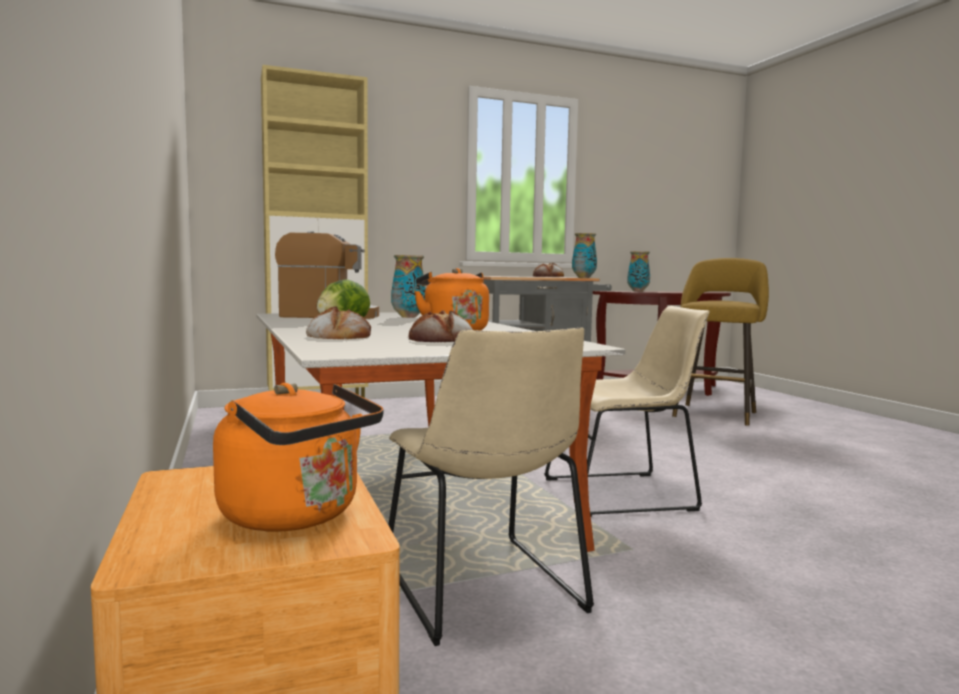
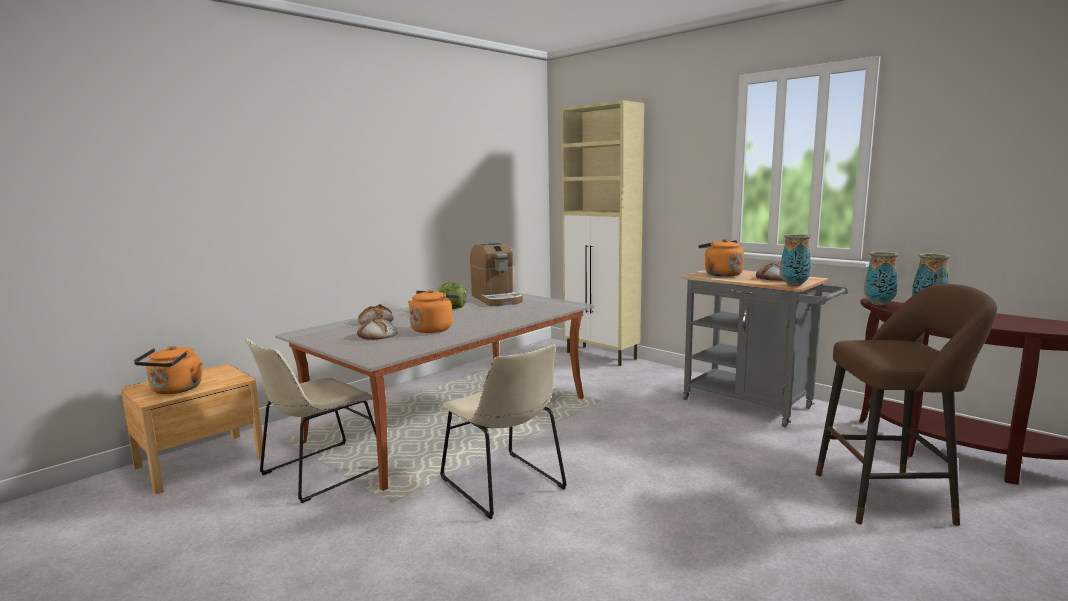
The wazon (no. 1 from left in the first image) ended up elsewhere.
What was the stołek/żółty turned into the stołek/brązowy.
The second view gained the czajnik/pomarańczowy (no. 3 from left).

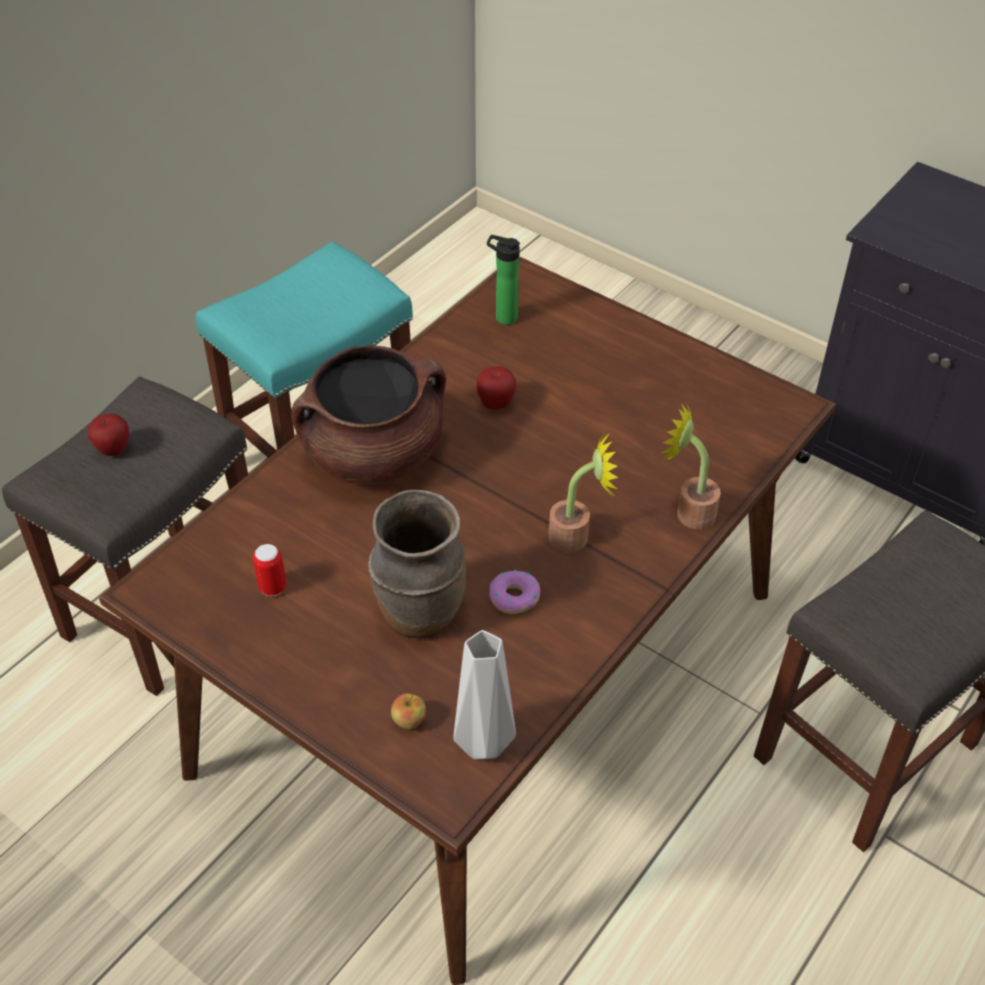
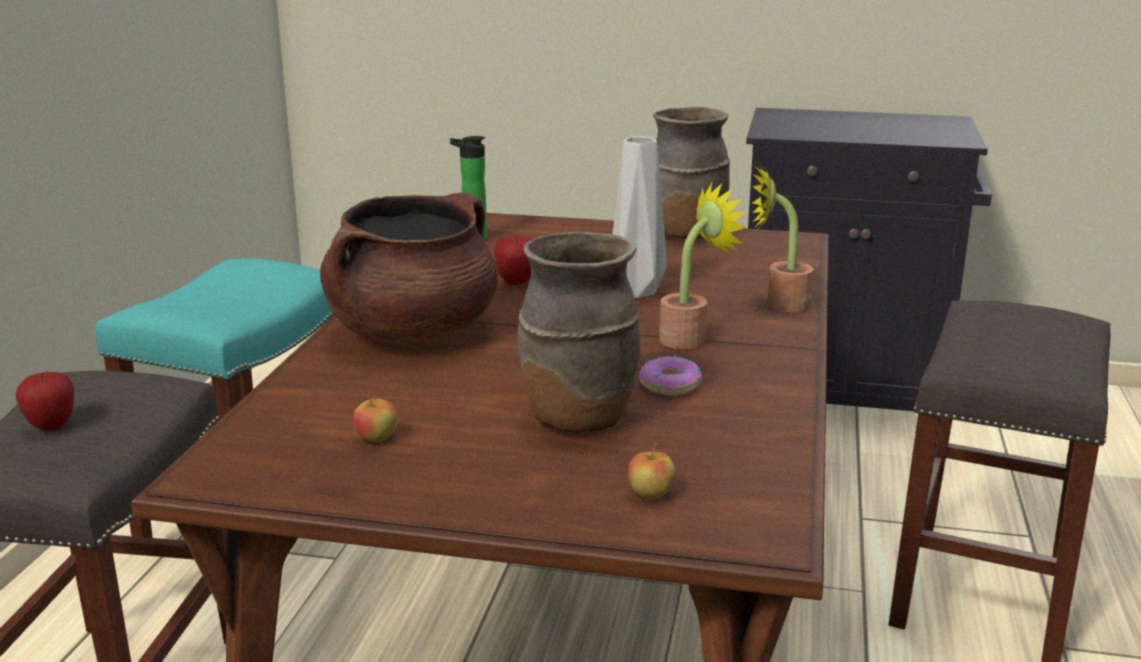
Where the puszka stood, the jabłko (no. 2 from left) came to stand.
The wazon/szary ended up elsewhere.
The second view gained the wazon/brązowy (no. 2 from left).

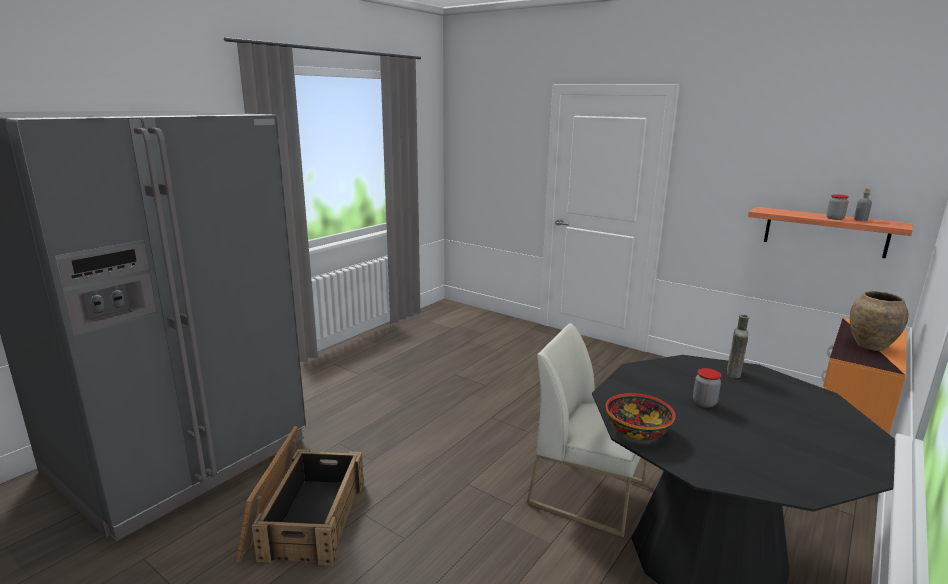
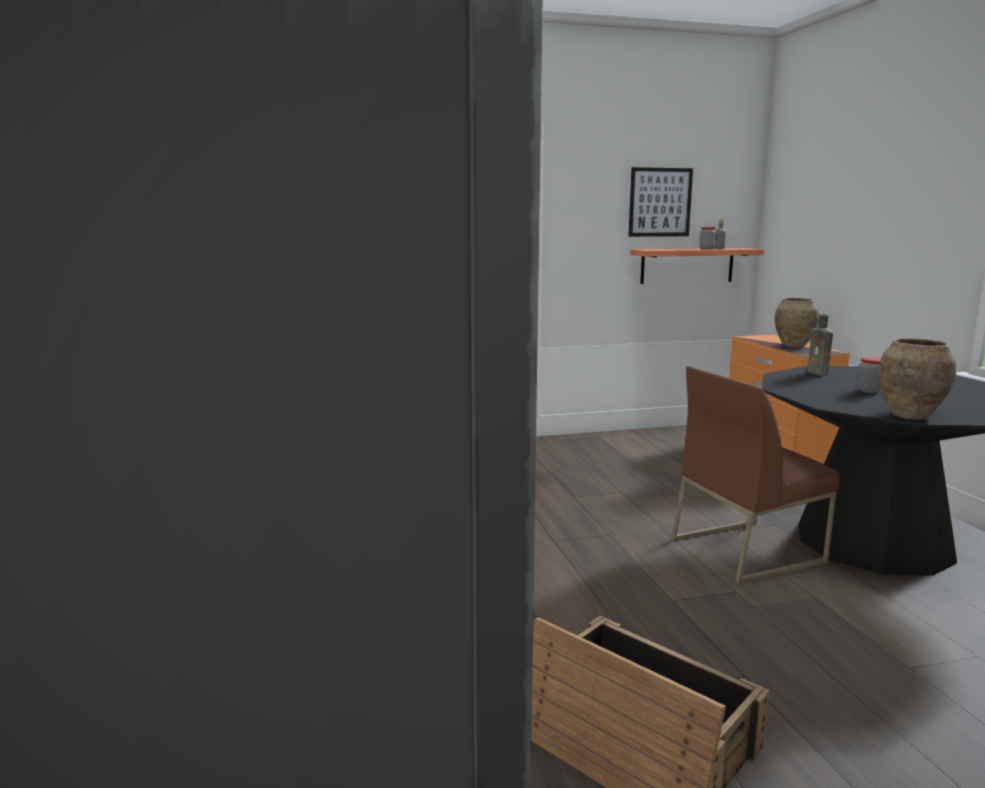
What was the krzesło/biały turned into the krzesło/brązowy.
Where the miska stood, the wazon/brązowy (no. 2 from left) came to stand.
The second view gained the obraz.

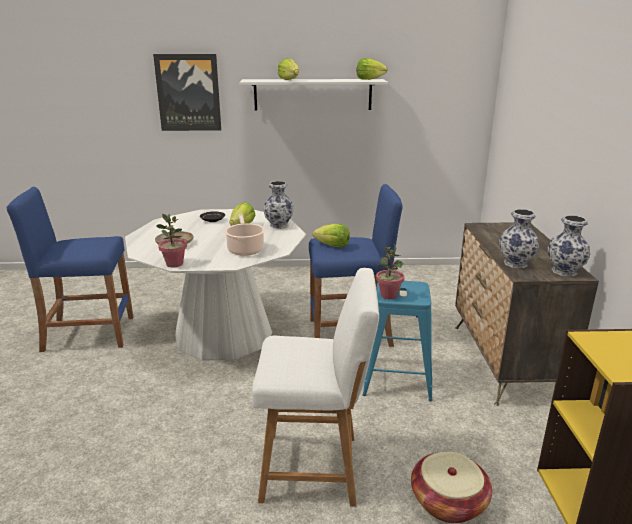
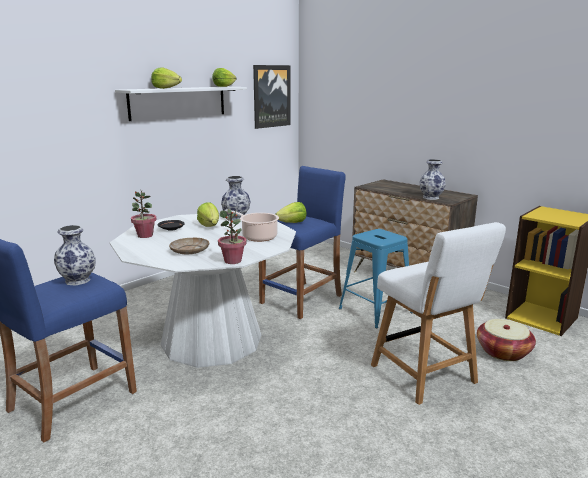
The obraz ended up elsewhere.
The wazon (no. 3 from left in the first image) ended up elsewhere.
The roślina doniczkowa (no. 2 from left in the first image) ended up elsewhere.
The krzesło/biały ended up facing another way, 105 degrees clockwise from before.

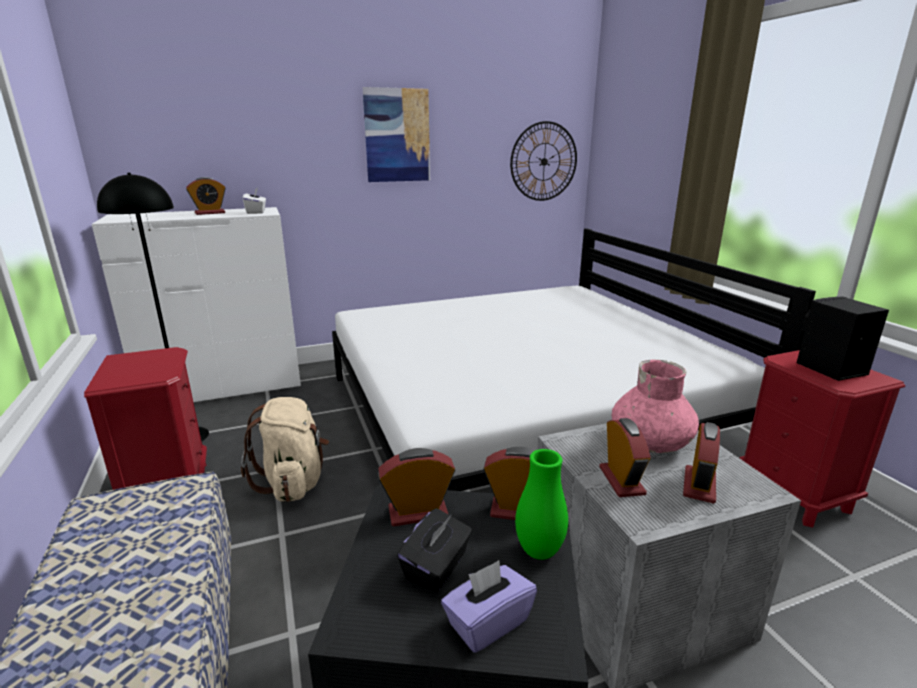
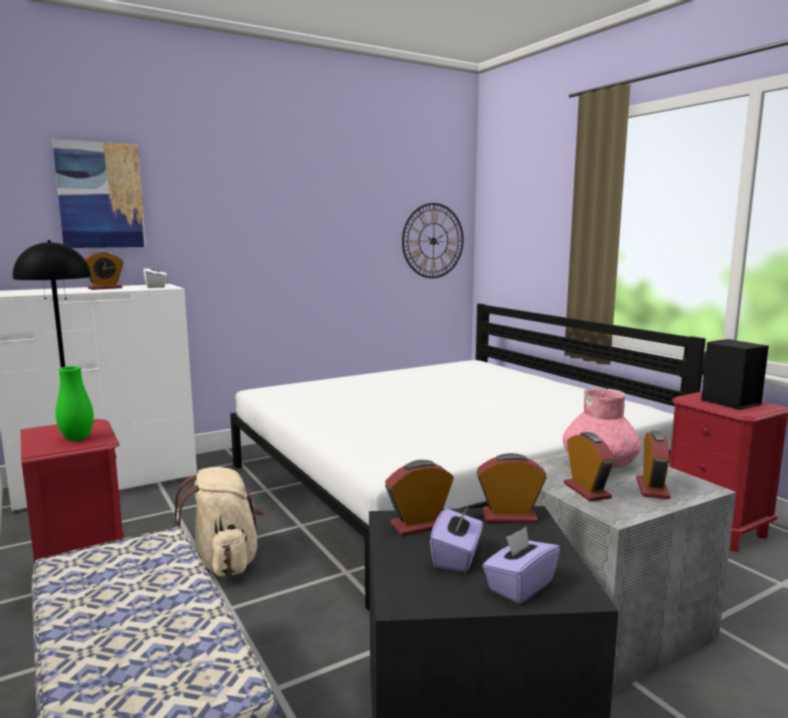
The obraz ended up elsewhere.
The wazon/zielony ended up elsewhere.
What was the pudełko chusteczek/czarny turned into the pudełko chusteczek/fioletowy (no. 1 from left).

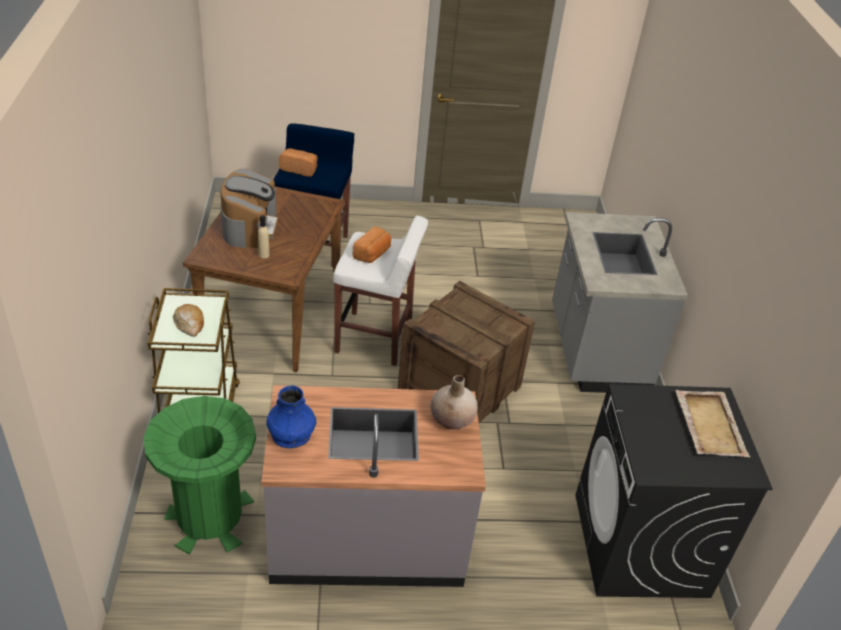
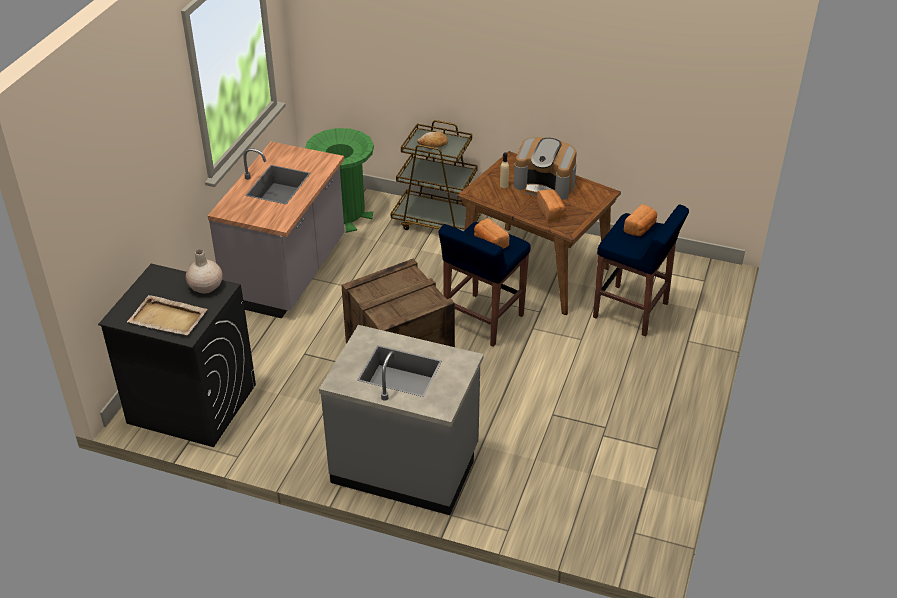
What was the stołek/biały turned into the stołek/niebieski (no. 1 from left).
The wazon/beżowy ended up elsewhere.
The second view lost the wazon/niebieski.
The second view gained the chleb (no. 3 from left).

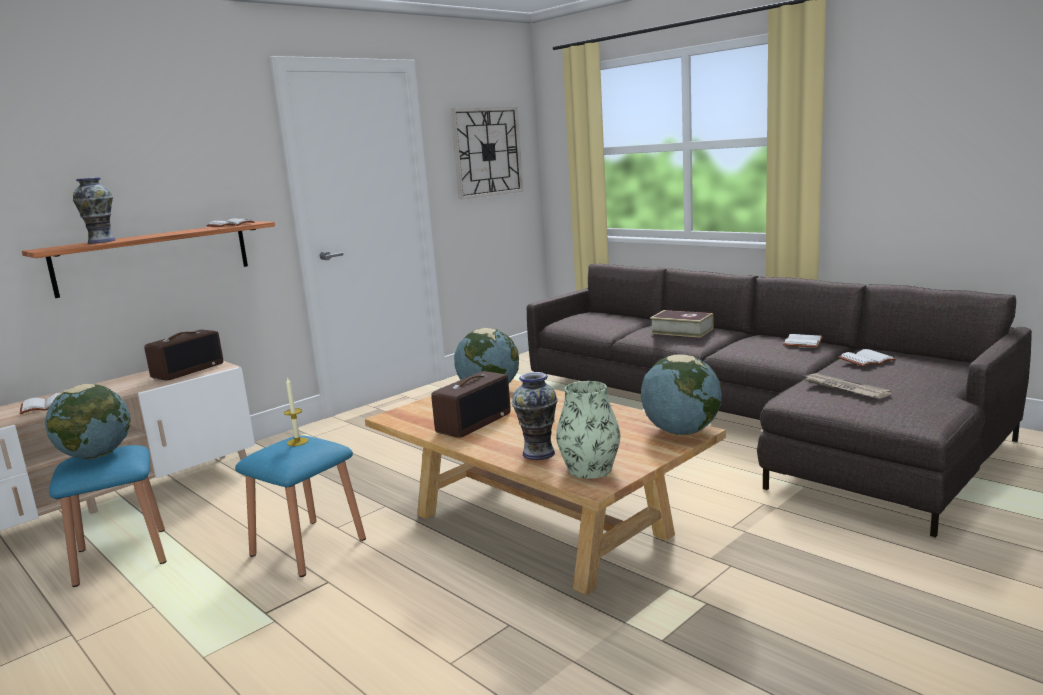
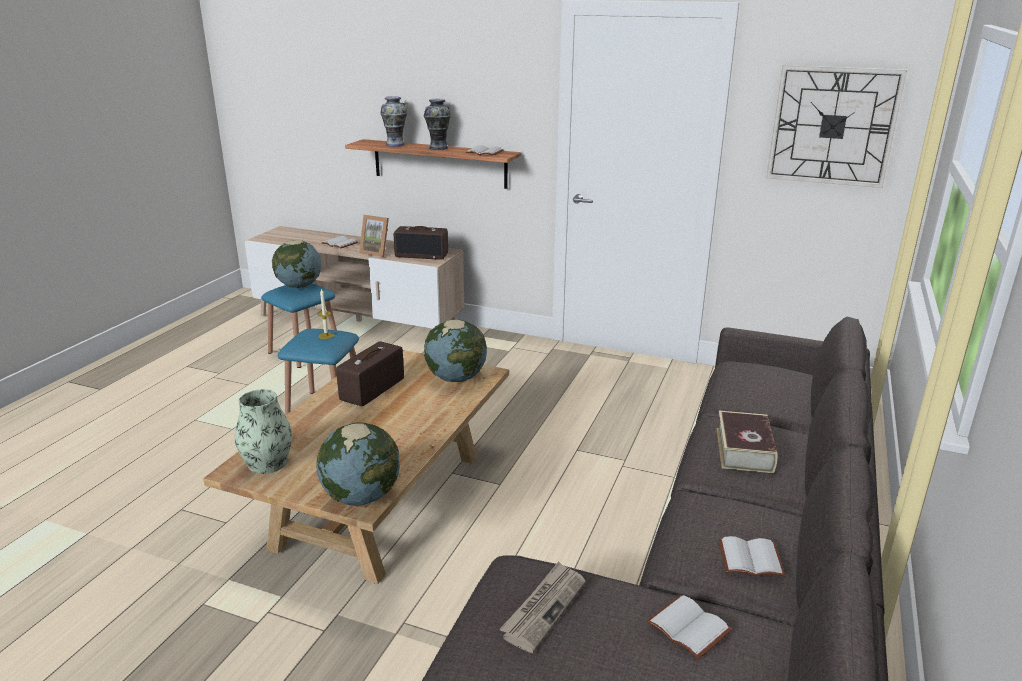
The radio (no. 2 from left in the first image) ended up facing another way, 105 degrees clockwise from before.
The wazon (no. 2 from left in the first image) ended up elsewhere.
The second view gained the ramka na zdjęcie.

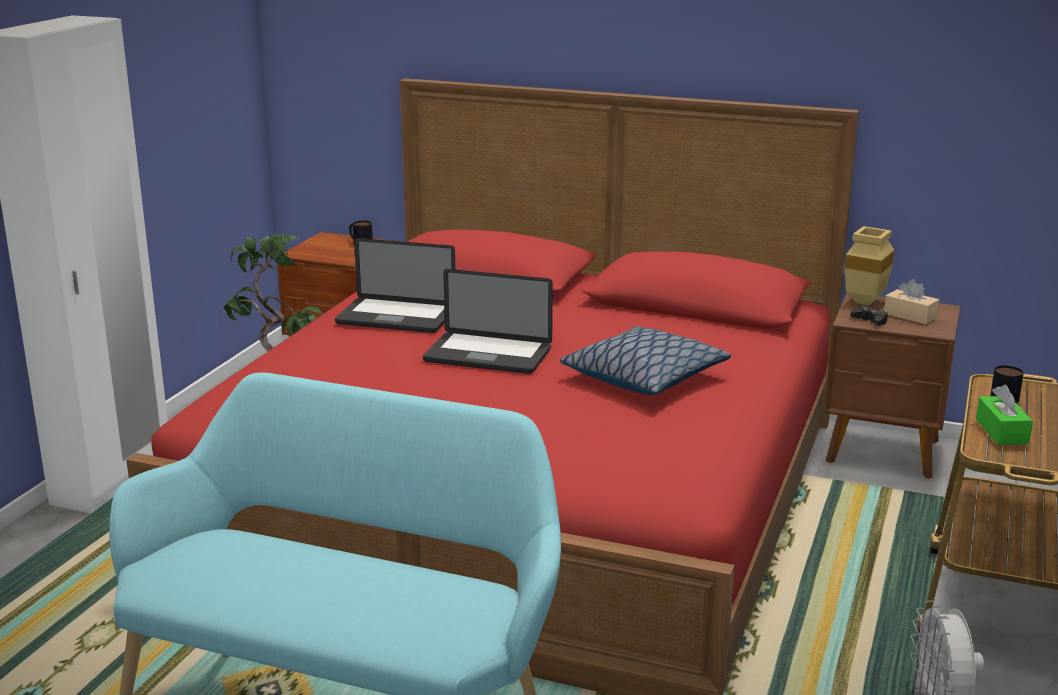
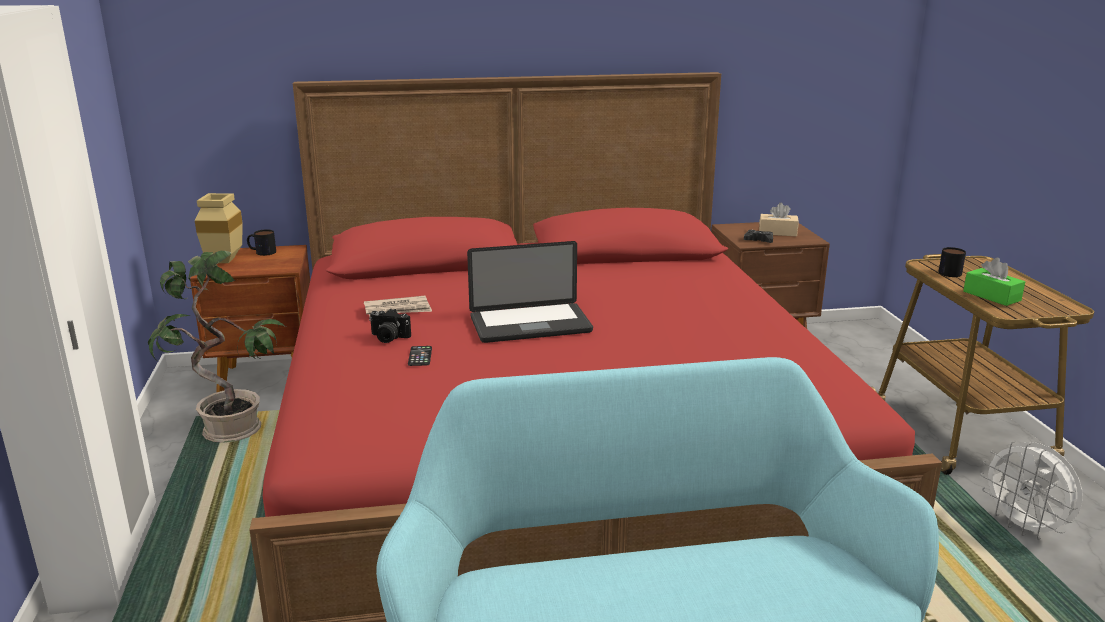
The wazon/beżowy ended up elsewhere.
Where the laptop (no. 1 from left) stood, the gazeta came to stand.
The second view lost the poduszka.
The second view gained the aparat fotograficzny.
The second view gained the telefon.

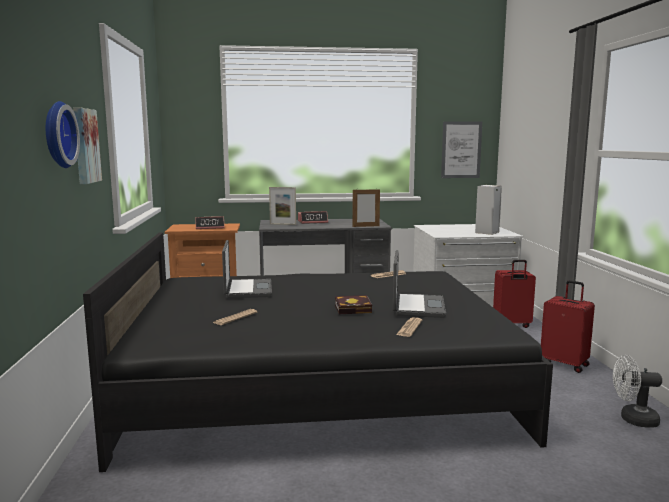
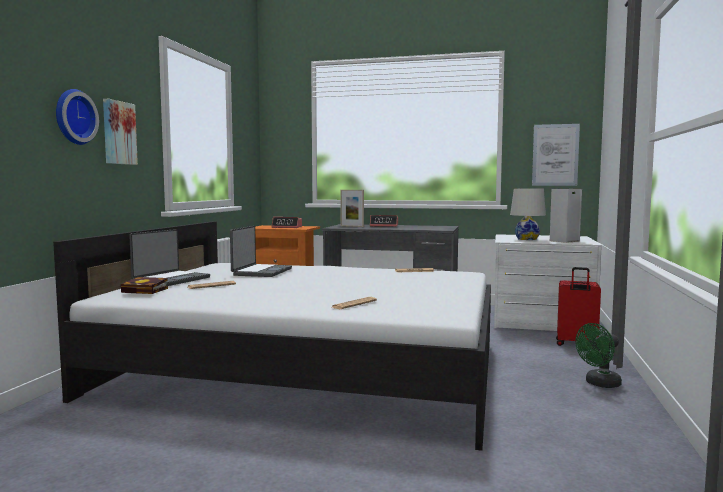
The second view lost the ramka na zdjęcie (no. 2 from left).
What was the łóżko/czarny turned into the łóżko/biały.
The laptop (no. 2 from left in the first image) ended up elsewhere.
Where the walizka/czerwony (no. 2 from left) stood, the wentylator/zielony came to stand.
The książka ended up elsewhere.
The second view lost the wentylator/biały.
The second view gained the lampa stołowa/biały.

